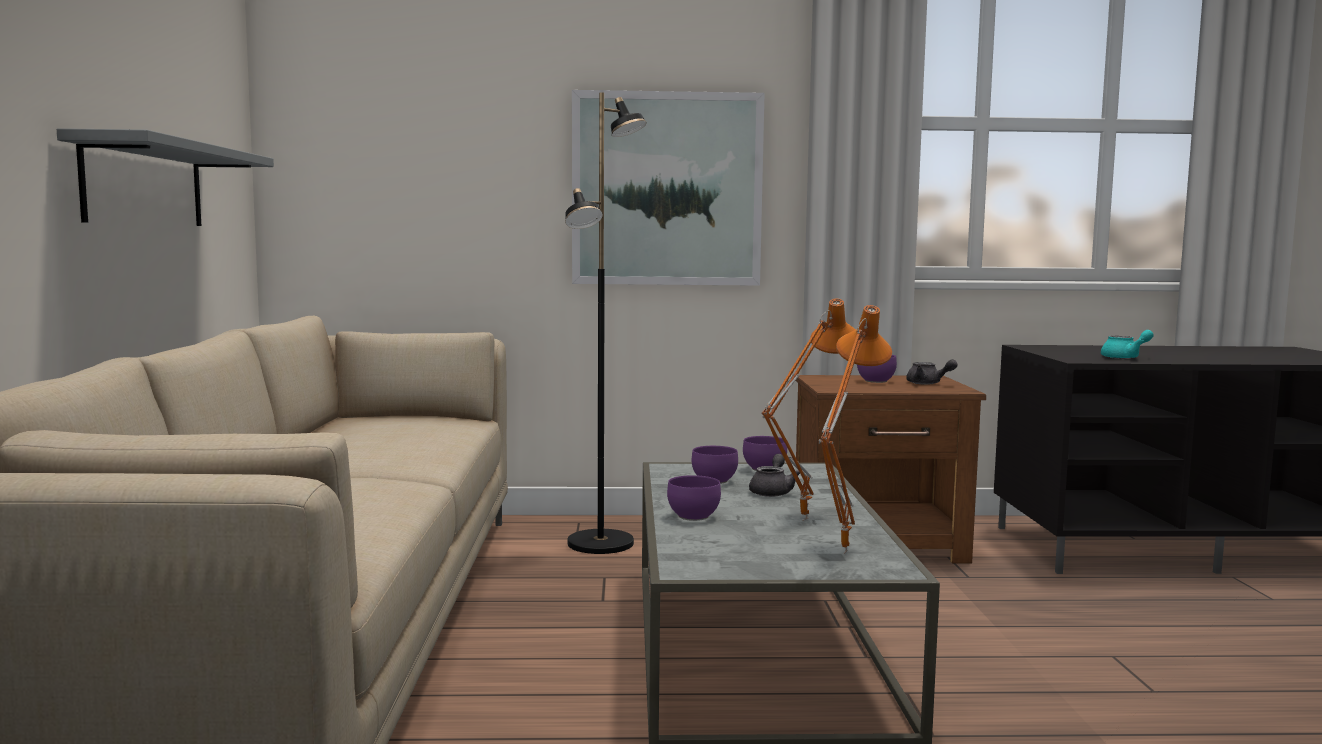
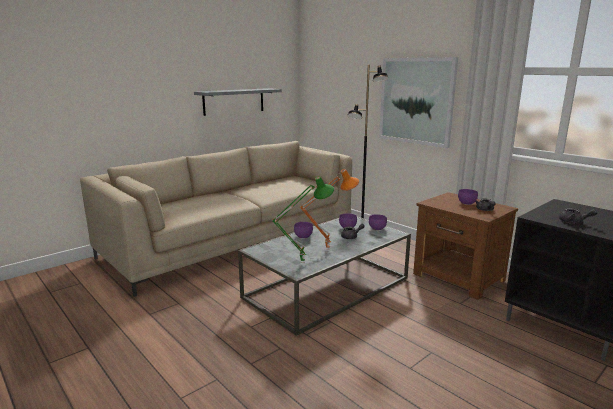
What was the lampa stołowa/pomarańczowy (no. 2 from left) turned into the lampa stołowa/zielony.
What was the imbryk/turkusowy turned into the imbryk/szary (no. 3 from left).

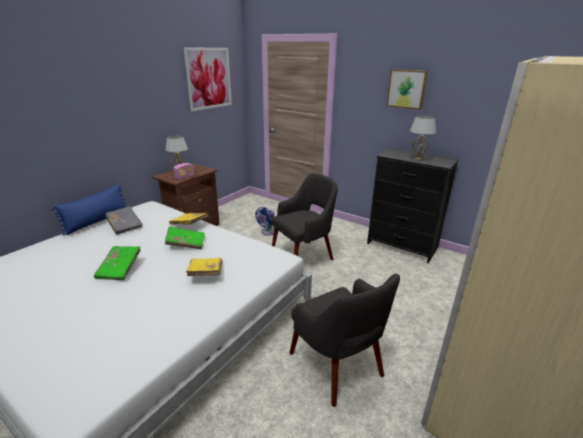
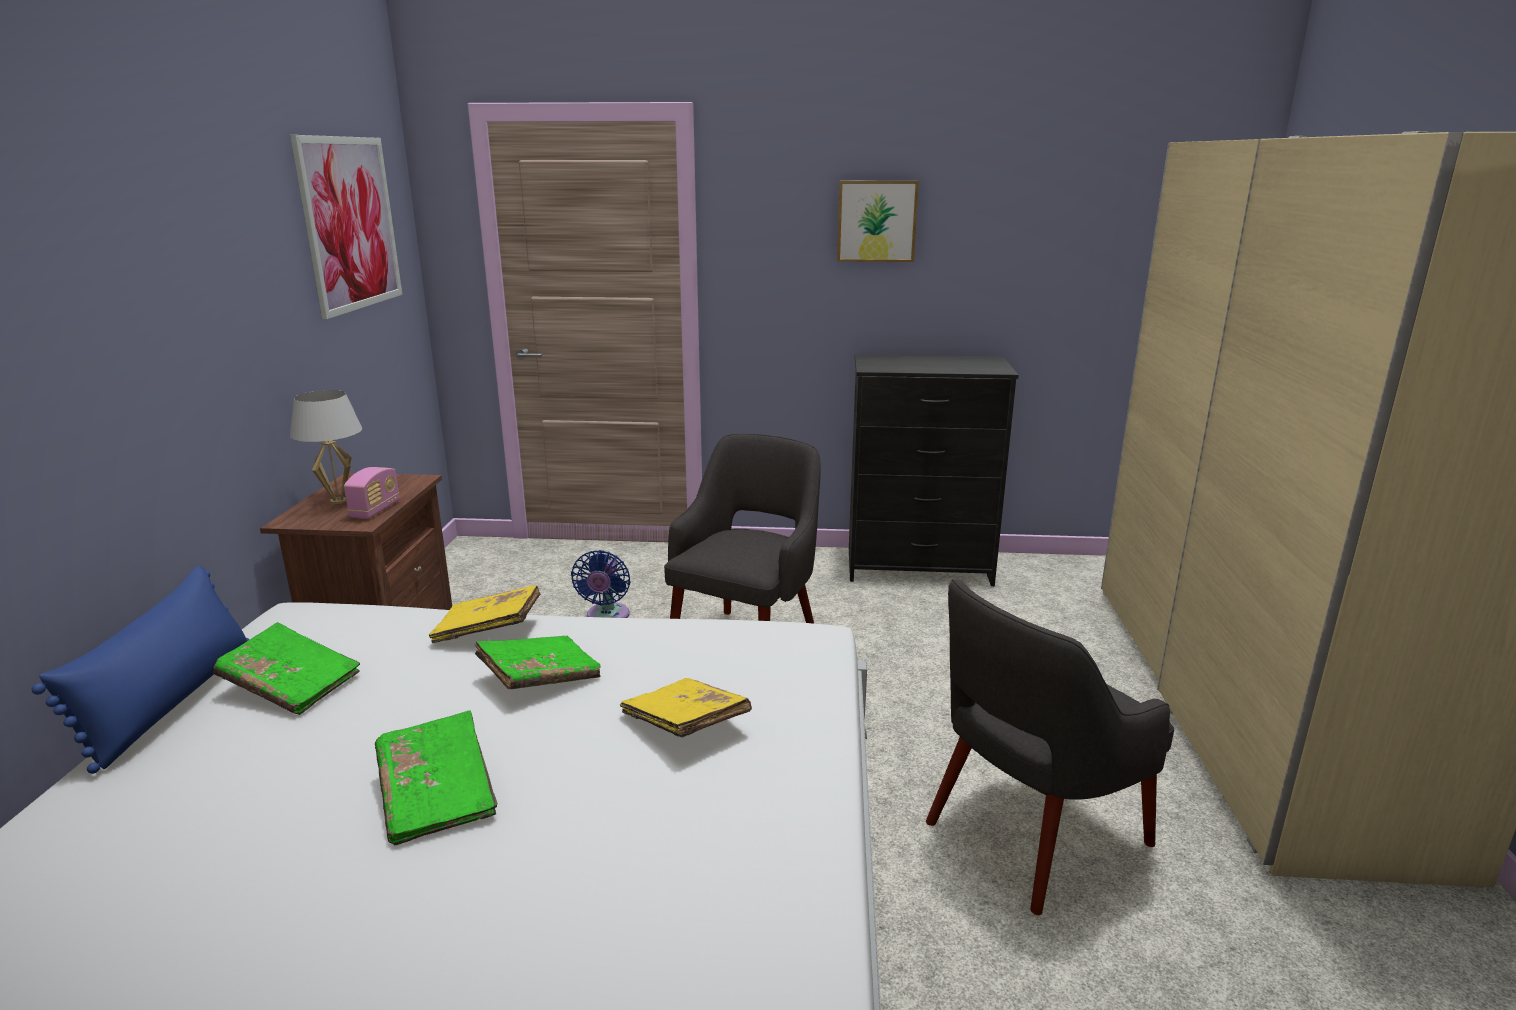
The second view lost the lampa stołowa/biały (no. 2 from left).
What was the książka/szary turned into the książka/zielony (no. 1 from left).
The fotel/szary (no. 2 from left) ended up facing another way, 120 degrees clockwise from before.

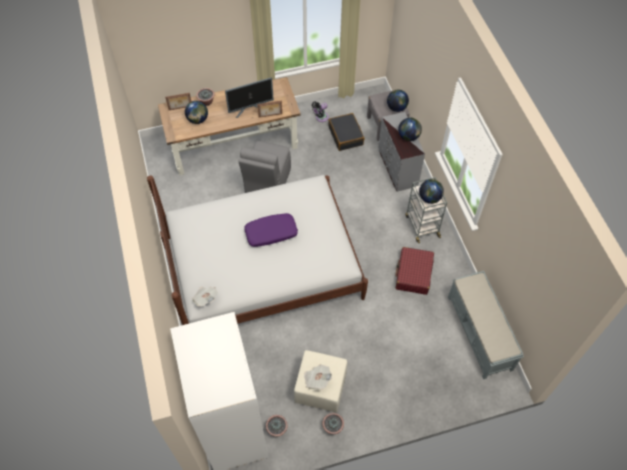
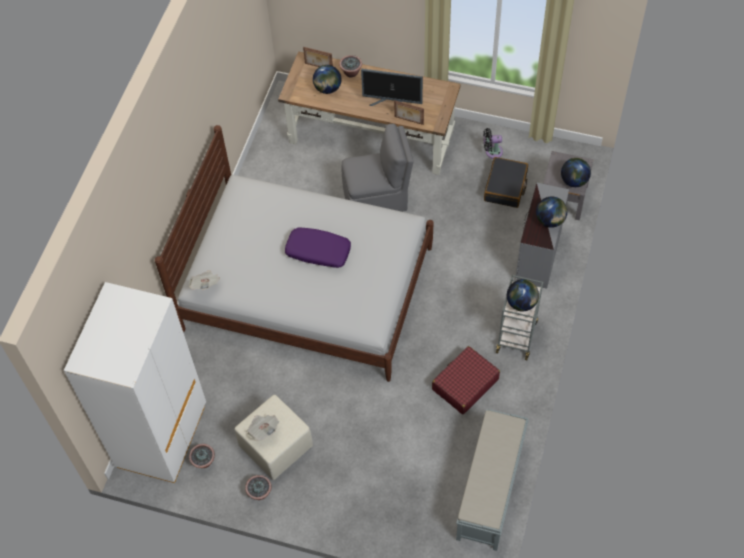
The krzesło/szary ended up facing another way, 150 degrees counterclockwise from before.

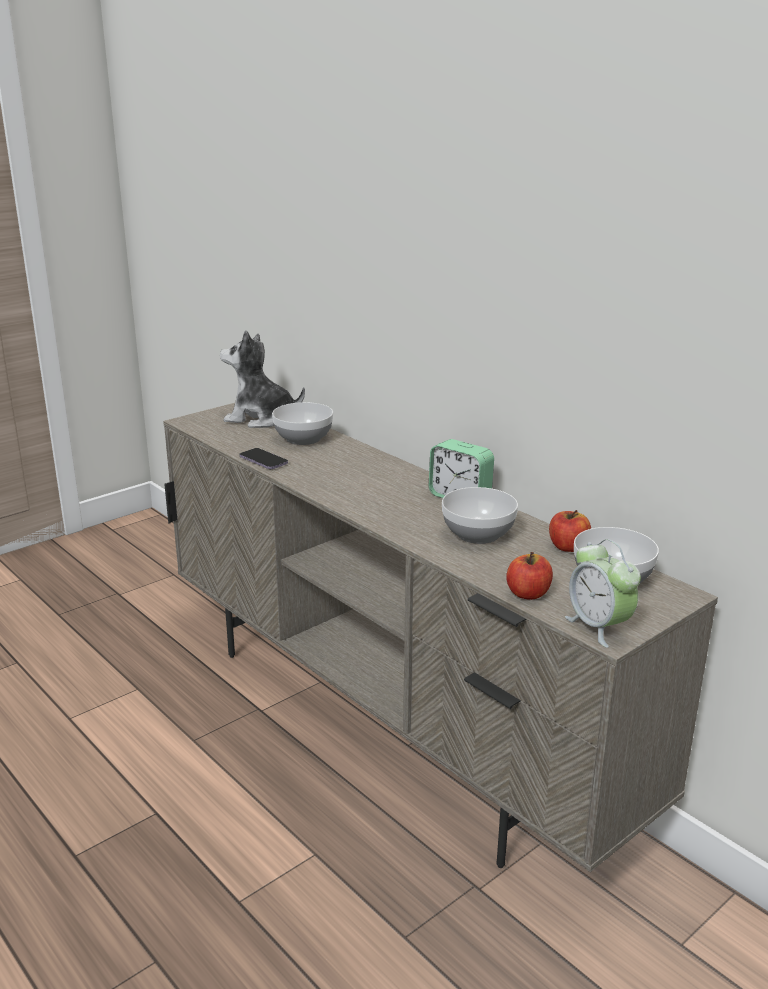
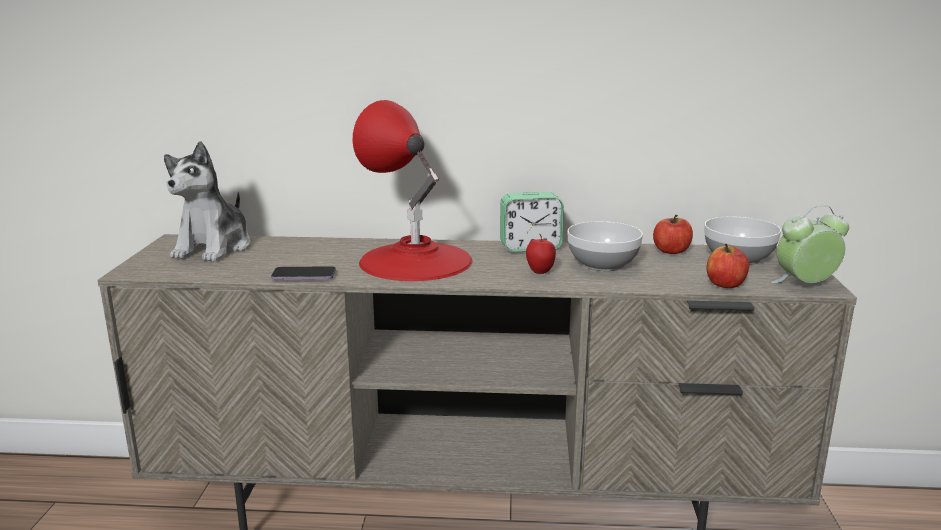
The pluszak ended up facing another way, 45 degrees counterclockwise from before.
The second view lost the miska (no. 1 from left).
The budzik (no. 2 from left) ended up facing another way, 150 degrees clockwise from before.
The second view gained the lampa stołowa/czerwony.
The second view gained the jabłko (no. 1 from left).

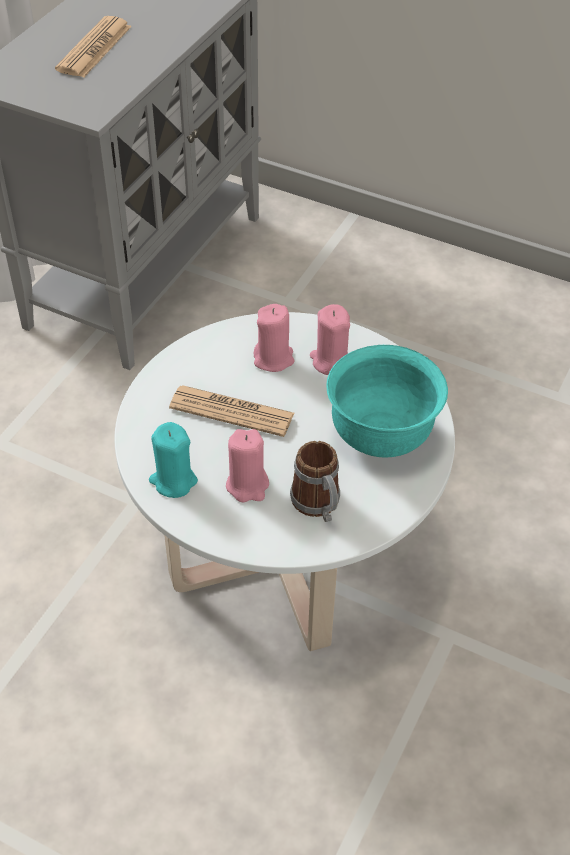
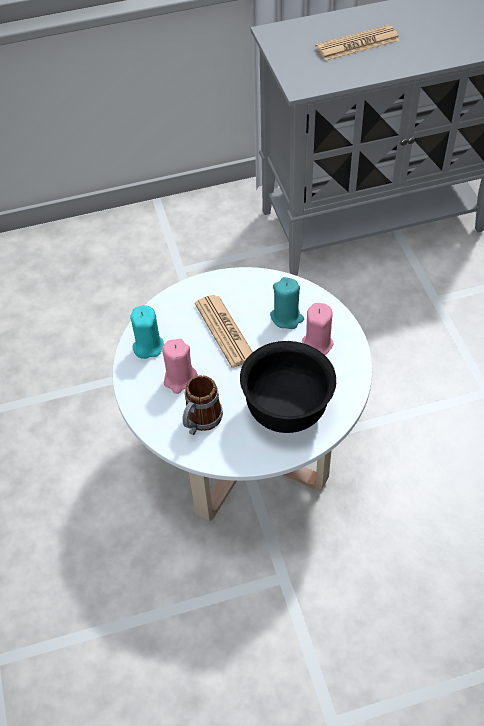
What was the świeca/różowy (no. 2 from left) turned into the świeca/turkusowy (no. 2 from left).
What was the miska/turkusowy turned into the miska/czarny.

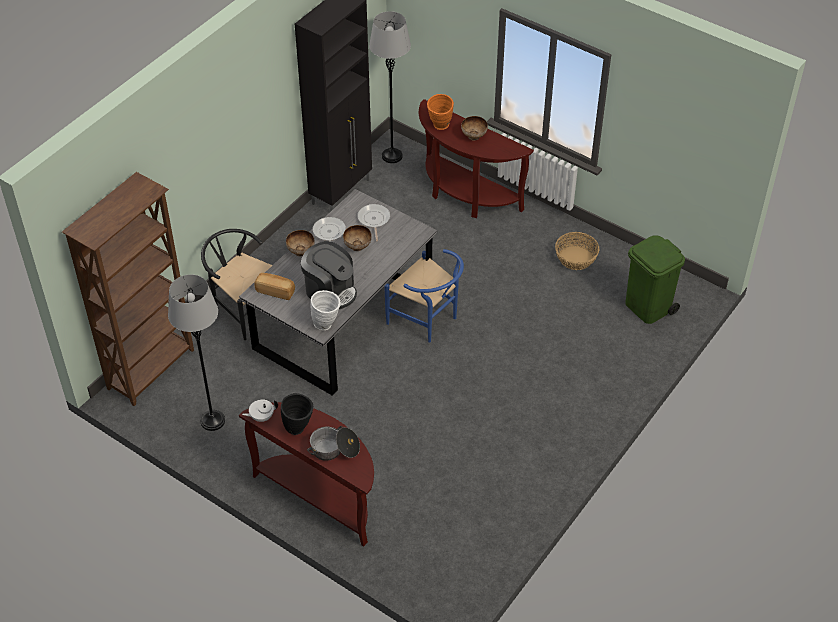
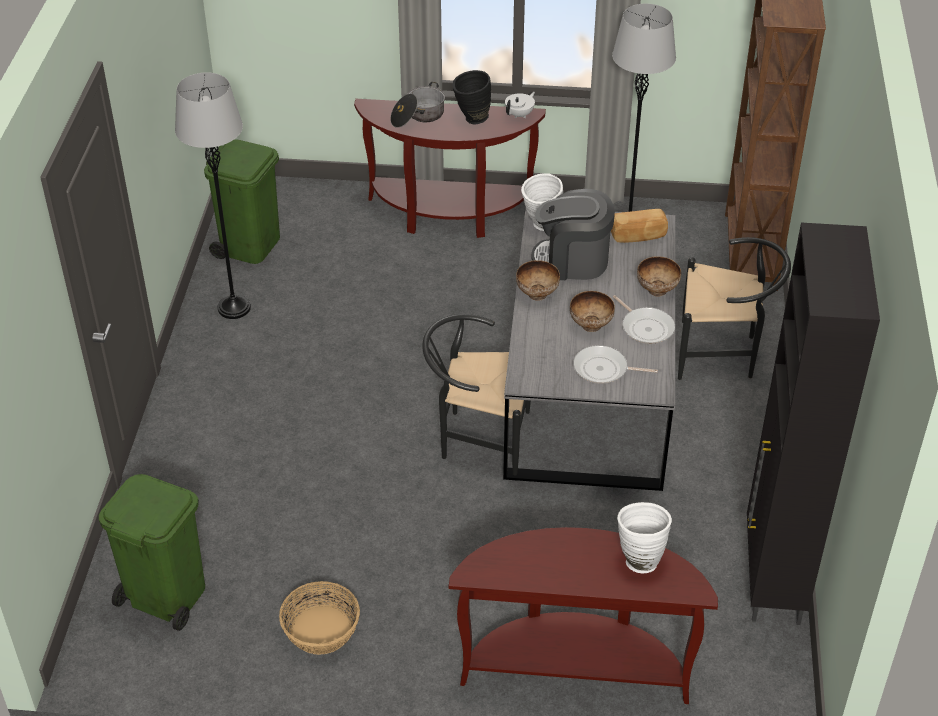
The lampa stojąca/szary (no. 2 from left in the first image) ended up elsewhere.
What was the wazon/pomarańczowy turned into the wazon/biały (no. 2 from left).
The miska (no. 3 from left in the first image) ended up elsewhere.
The patelnia (no. 2 from left in the first image) ended up facing another way, 135 degrees clockwise from before.
What was the krzesło/niebieski turned into the krzesło/czarny (no. 1 from left).
The second view gained the kosz na śmieci/zielony (no. 2 from left).

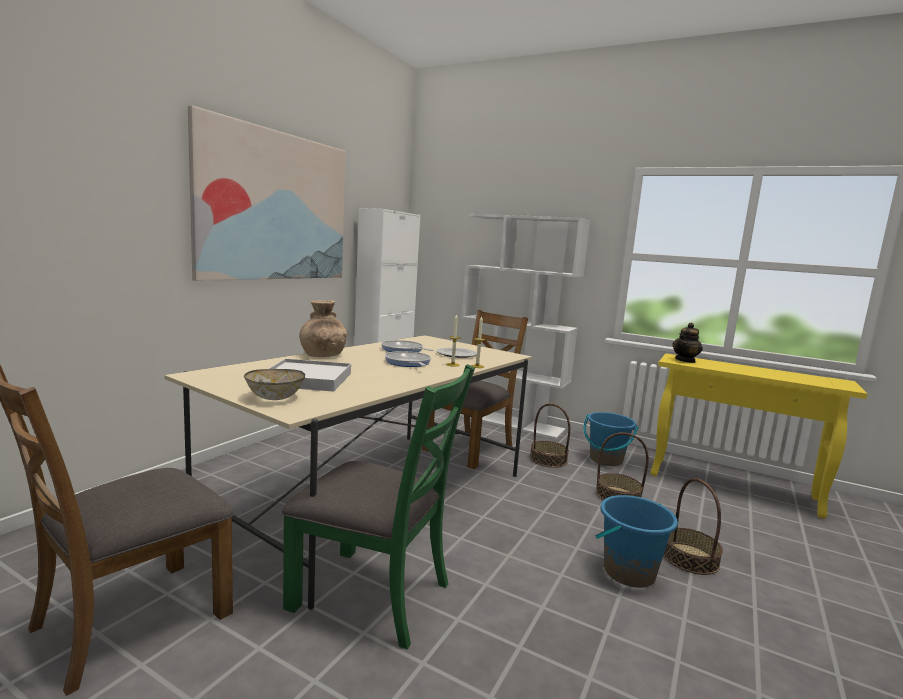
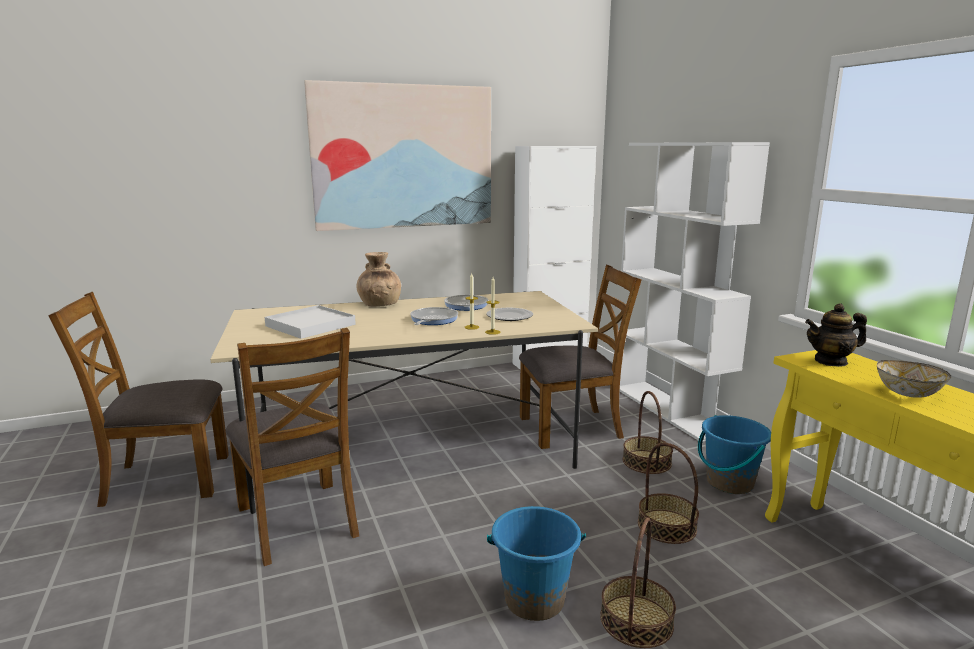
What was the krzesło/zielony turned into the krzesło/brązowy (no. 2 from left).
The miska ended up elsewhere.

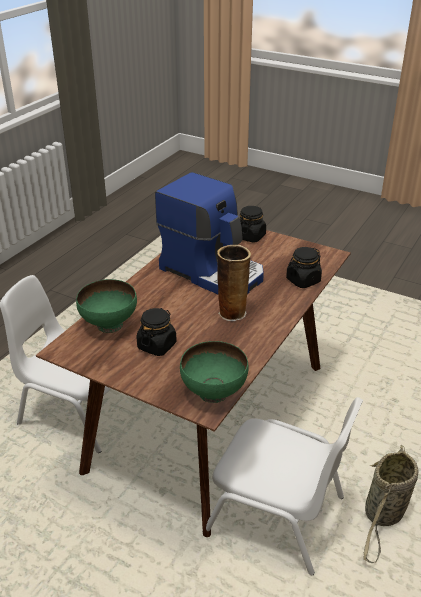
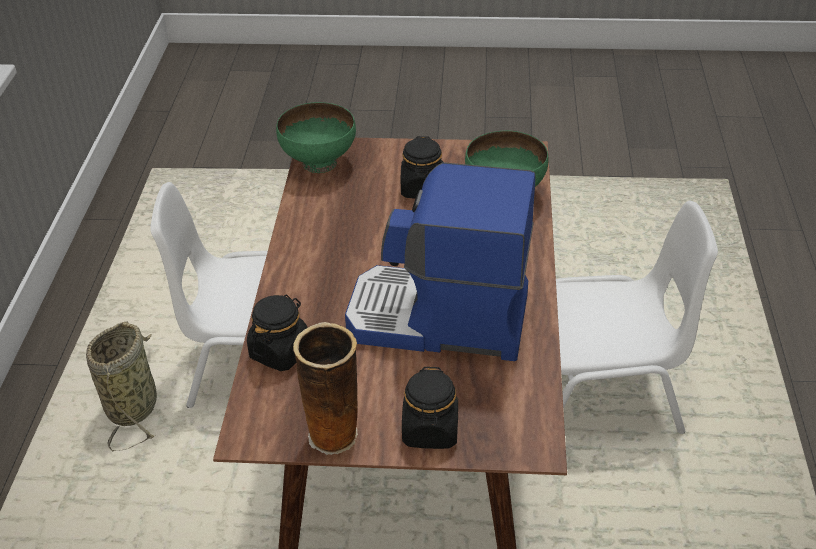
The wazon ended up elsewhere.

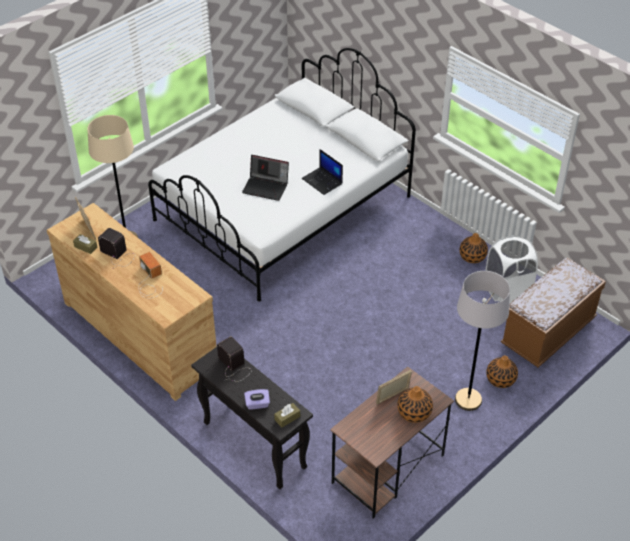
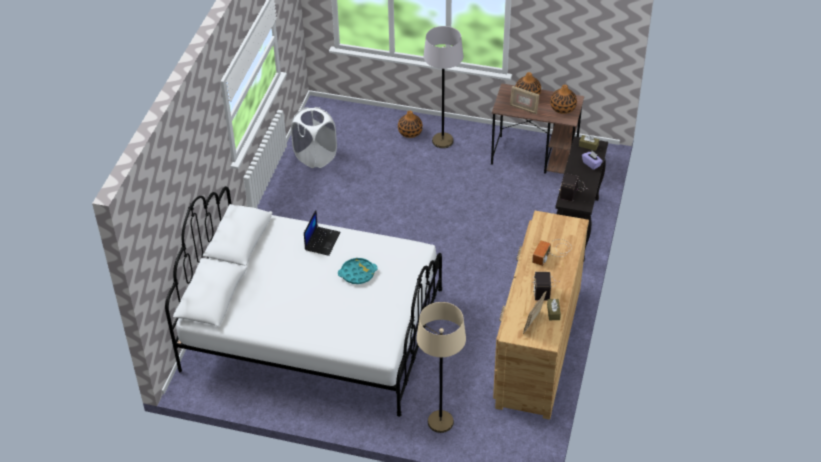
Where the laptop (no. 1 from left) stood, the taca/turkusowy came to stand.
The wazon (no. 2 from left in the first image) ended up elsewhere.
The second view lost the ławka/brązowy.

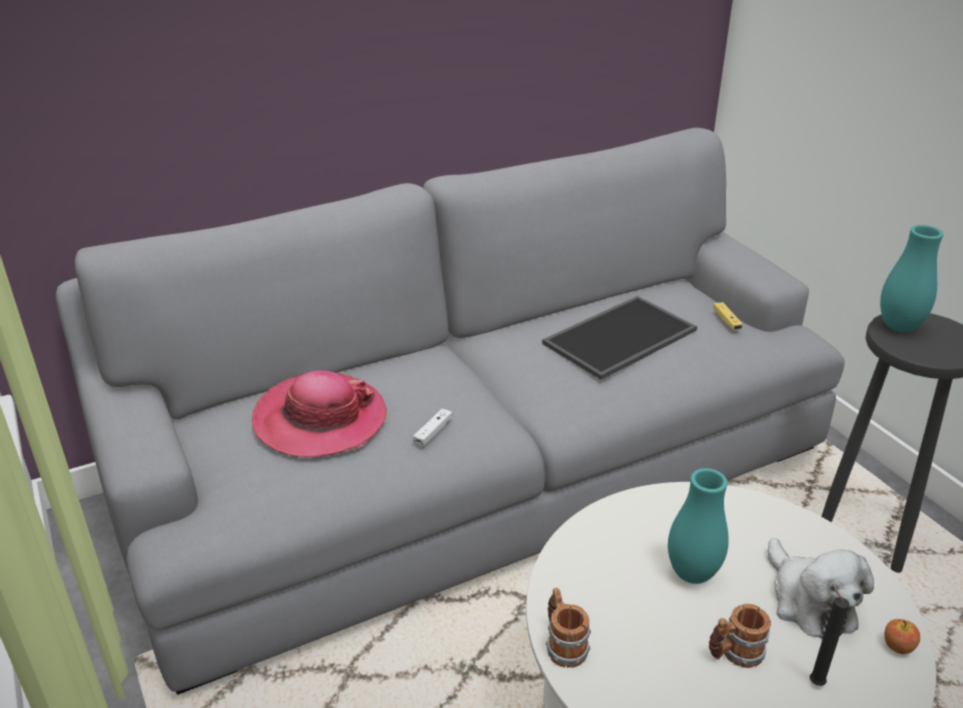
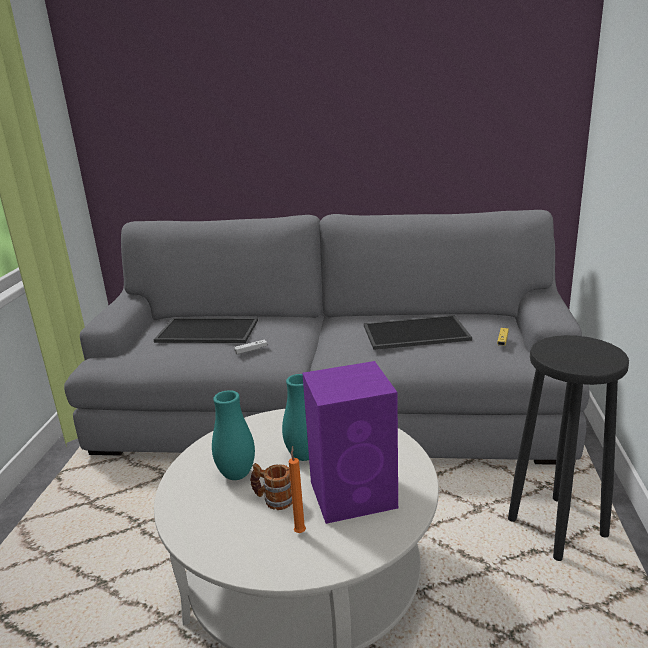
The wazon/turkusowy (no. 2 from left in the first image) ended up elsewhere.
Where the kapelusz stood, the taca (no. 1 from left) came to stand.
Where the pluszak stood, the głośnik/fioletowy came to stand.
What was the świeca/czarny turned into the świeca/pomarańczowy.
The second view lost the kubek (no. 1 from left).
The second view lost the jabłko.

